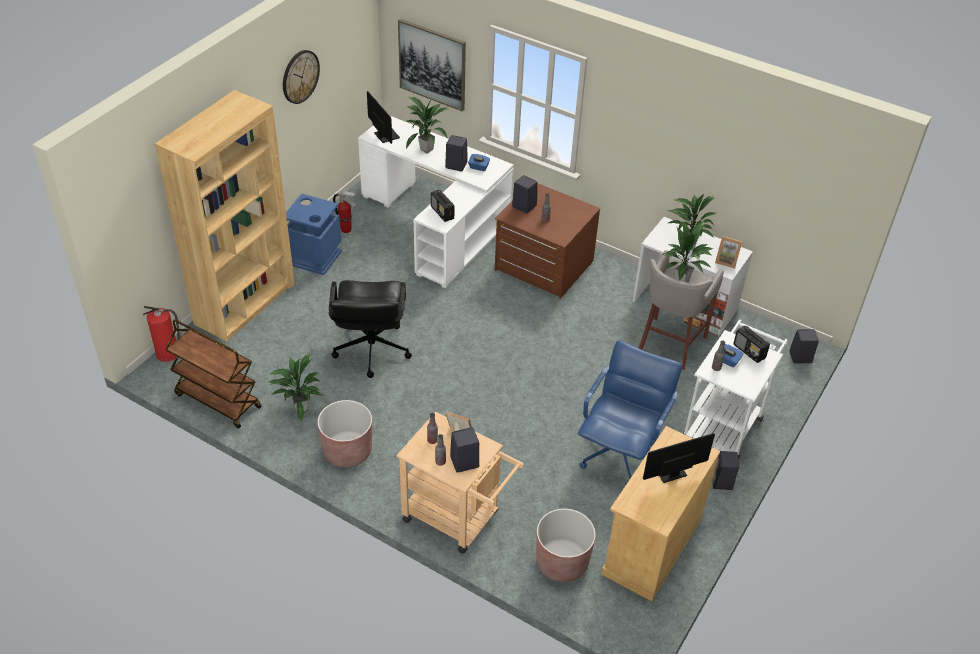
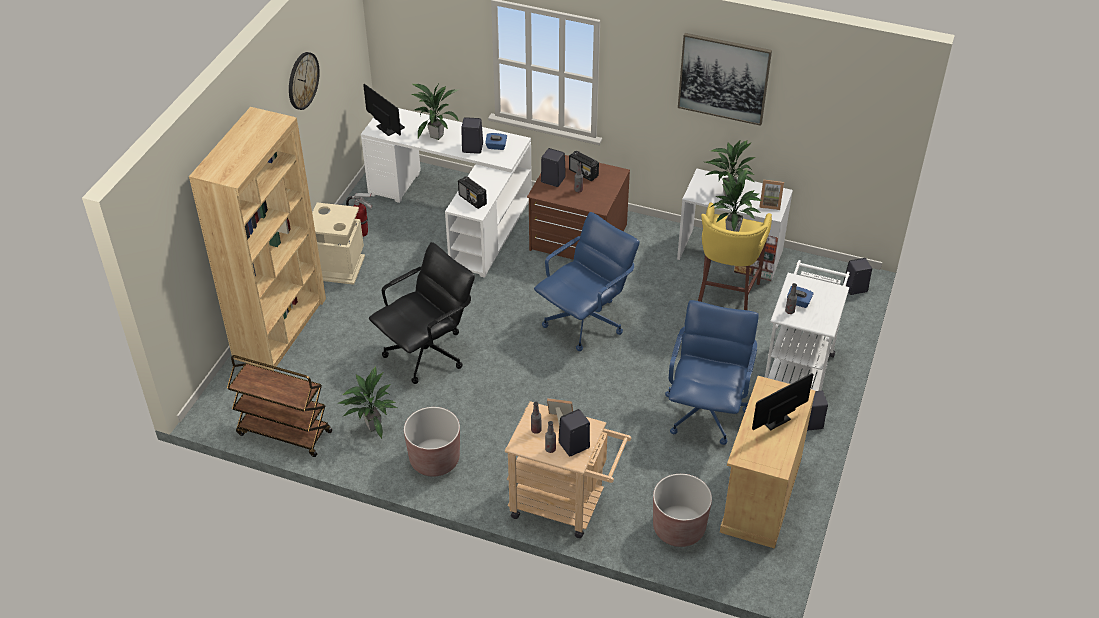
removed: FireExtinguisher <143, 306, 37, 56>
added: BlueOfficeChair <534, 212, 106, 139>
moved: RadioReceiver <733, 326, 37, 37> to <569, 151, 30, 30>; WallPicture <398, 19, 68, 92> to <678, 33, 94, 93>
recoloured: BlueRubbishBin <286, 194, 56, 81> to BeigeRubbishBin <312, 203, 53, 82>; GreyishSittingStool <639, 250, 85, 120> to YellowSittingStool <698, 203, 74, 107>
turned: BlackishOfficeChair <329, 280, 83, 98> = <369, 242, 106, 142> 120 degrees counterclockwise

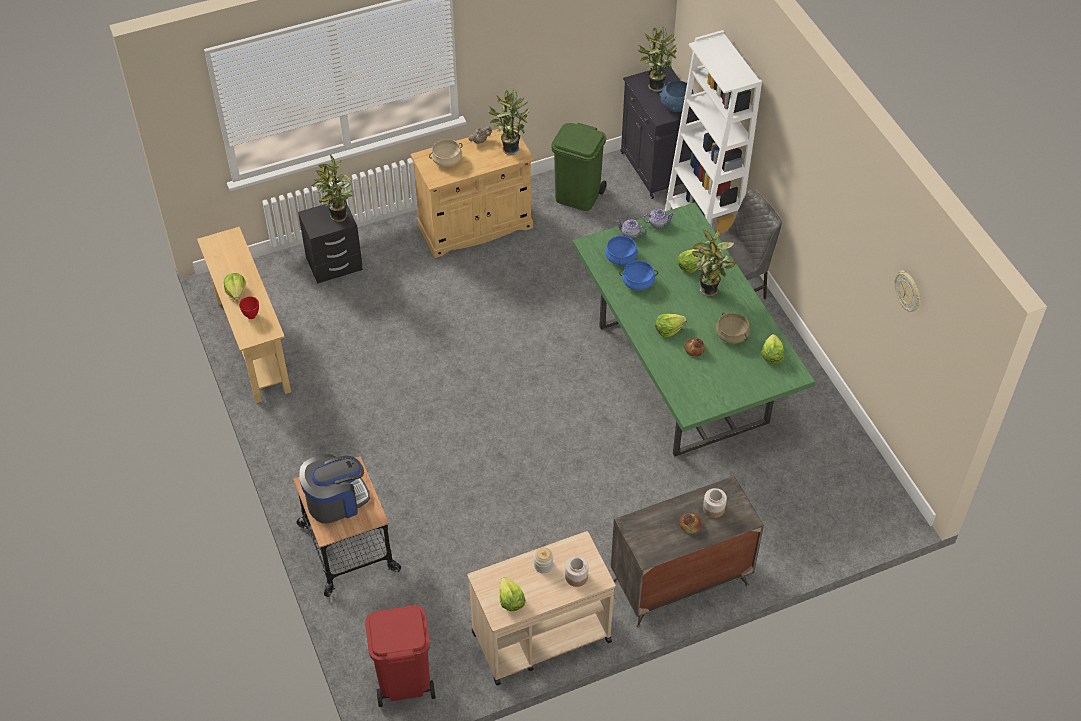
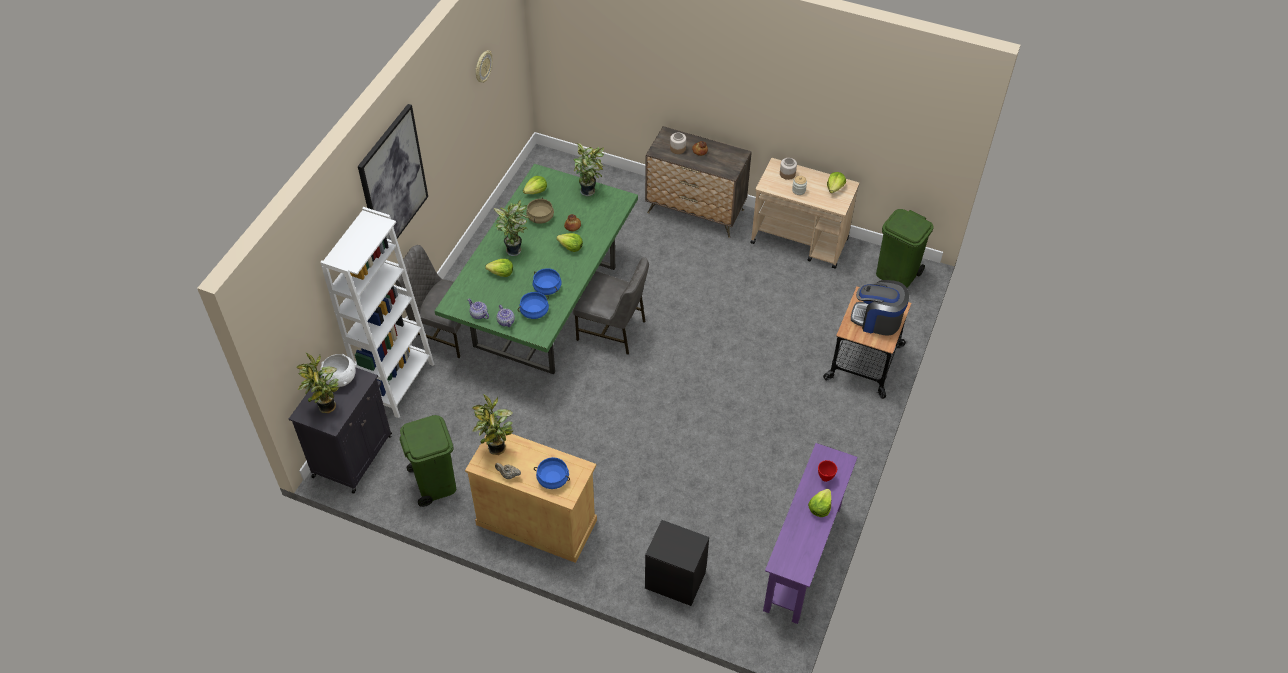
added: WallPicture <358, 104, 70, 136>; GreyishPlainChair <573, 257, 76, 98>
moved: PlantInAPot <311, 154, 41, 68> to <573, 143, 31, 53>
recoloured: BlueServingBowl <659, 80, 35, 32> to WhiteColouredServingBowl <320, 354, 36, 33>; BeigeSaucepot <429, 139, 34, 28> to BlueSaucepot <534, 457, 36, 32>; BeigeNarrowTable <197, 227, 94, 176> to PurpleNarrowTable <763, 443, 94, 181>; RedRubbishBin <365, 605, 71, 102> to GreenColouredRubbishBin <876, 209, 58, 79>

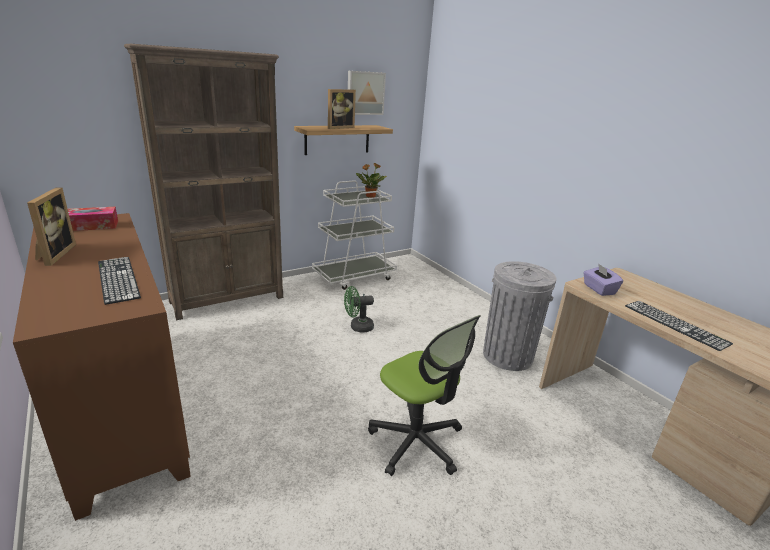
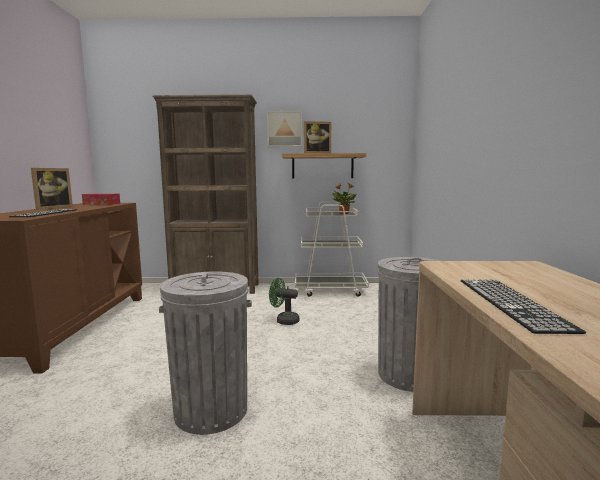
removed: PurpleTissueBox <583, 263, 40, 33>
moved: WallPicture <348, 71, 38, 44> to <267, 111, 35, 36>
replaced: OfficeChair <368, 315, 113, 161> to GreyishRubbishBin <159, 271, 93, 164>

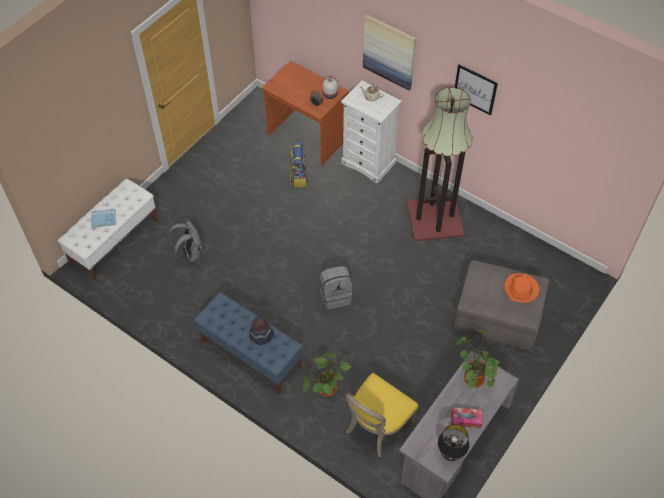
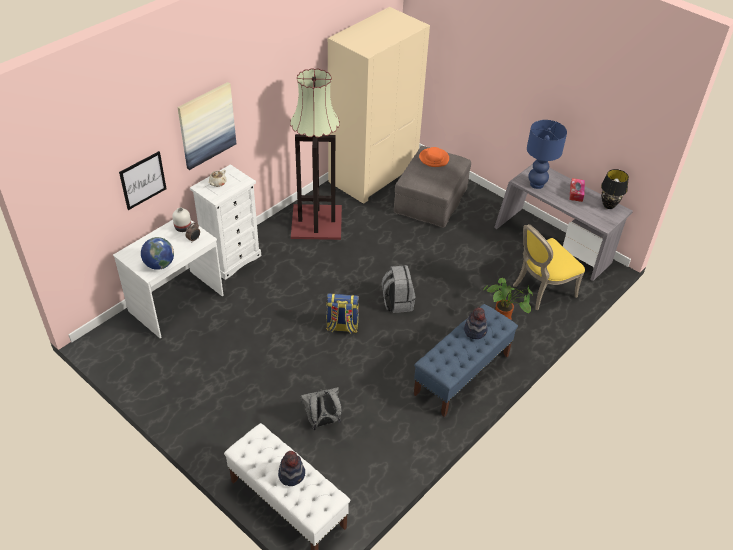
added: Globe <141, 237, 33, 33>; BeigeClothesCupboard <328, 7, 102, 197>
moved: WallPicture <455, 64, 43, 51> to <119, 151, 47, 59>; Rucksack <289, 142, 19, 45> to <326, 293, 33, 41>
replaced: BlueBoundBook <91, 209, 25, 19> to Hat <278, 451, 27, 35>; PlantInAPot <456, 329, 43, 60> to BlueTabletopLamp <527, 120, 40, 69>
recoloured: BrownishDeskUnit <261, 61, 88, 105> to WhiteColouredDeskUnit <113, 220, 111, 118>
turned: YellowPlainChair <345, 373, 73, 84> = <513, 224, 72, 86> 105 degrees clockwise

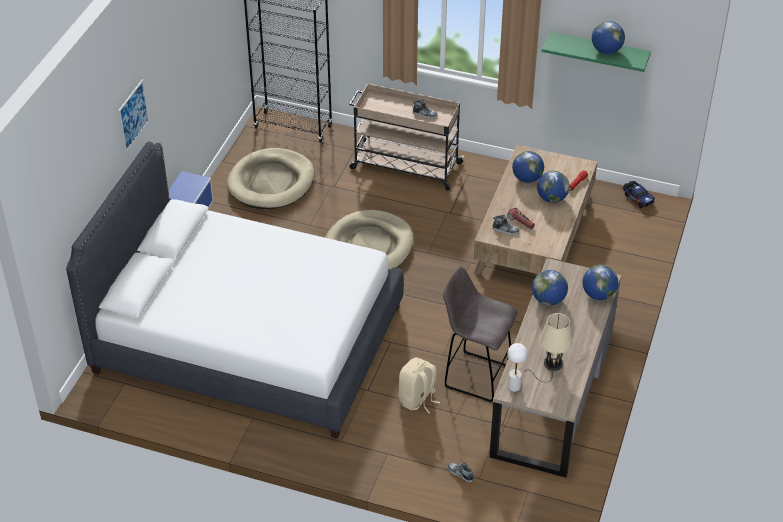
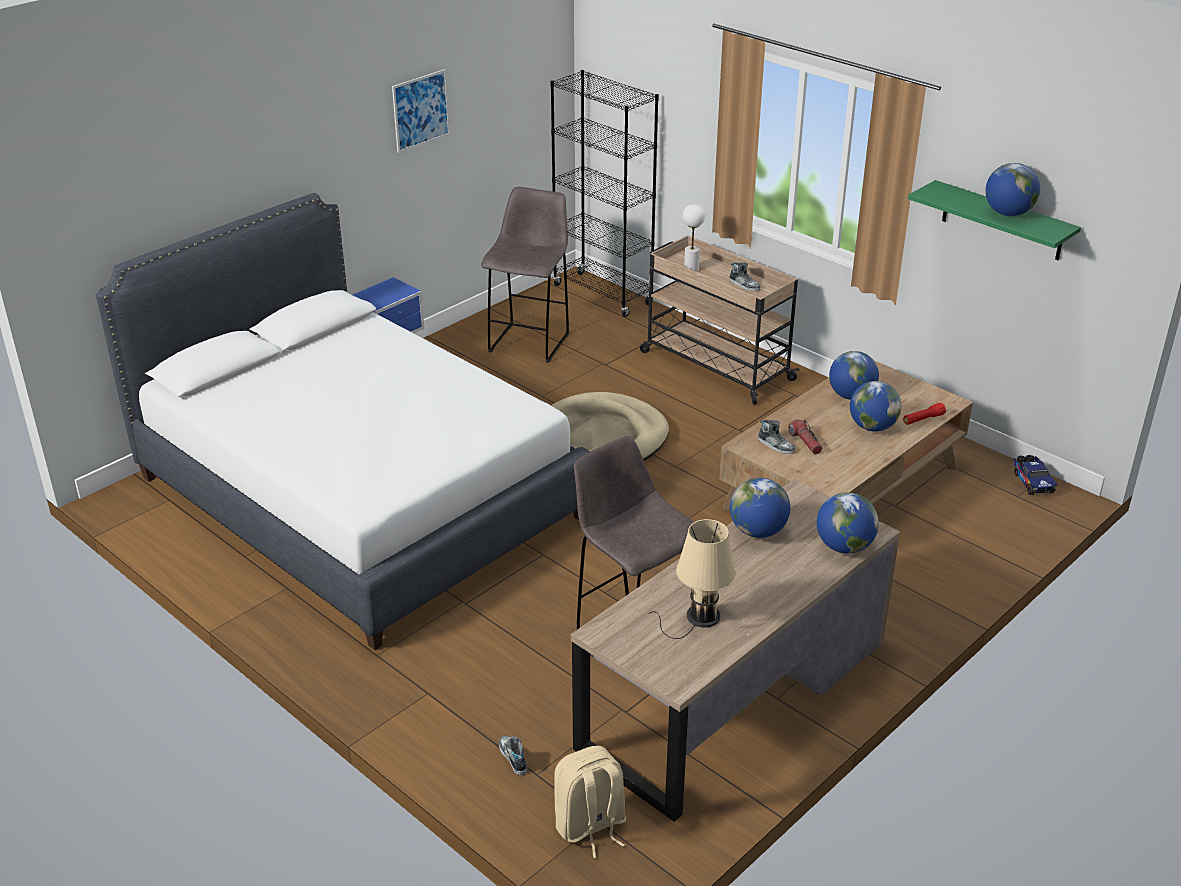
moved: WallPicture <118, 79, 31, 73> to <392, 69, 58, 84>; BeigeRucksack <399, 357, 41, 56> to <554, 746, 72, 112>; WhiteColouredTabletopLamp <508, 343, 19, 49> to <682, 204, 23, 68>
replaced: BeigePetBed <227, 148, 87, 61> to GreyishSittingStool <481, 187, 88, 176>

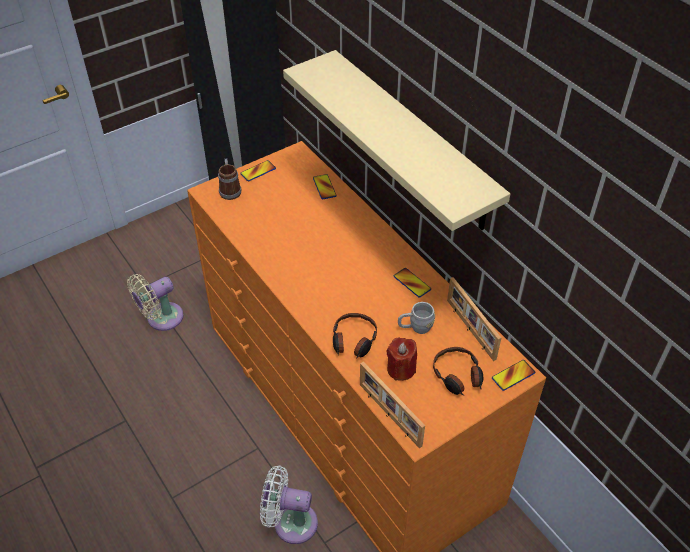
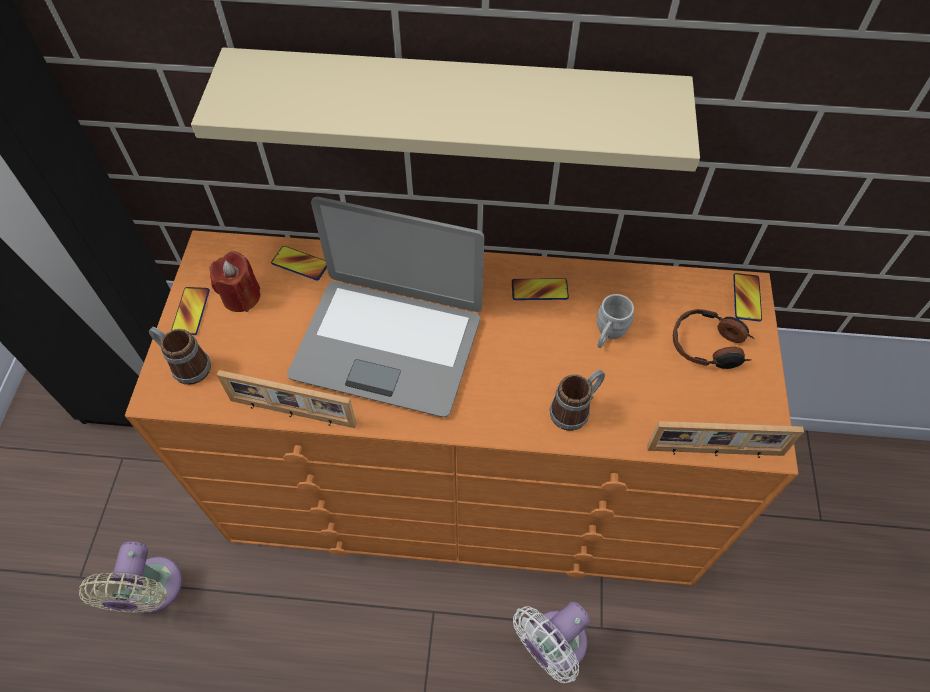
added: NotebookComputer <287, 197, 197, 220>
moved: RedWaxLight <386, 337, 31, 44> to <209, 251, 51, 61>; PictureFrame <447, 277, 54, 84> to <217, 370, 140, 58>
replaced: Headphones <333, 313, 44, 46> to Mug <549, 370, 56, 61>

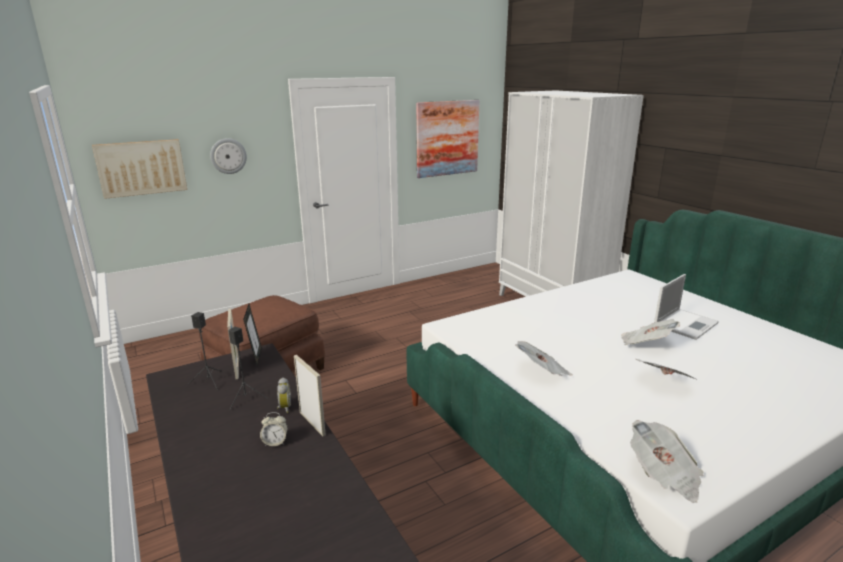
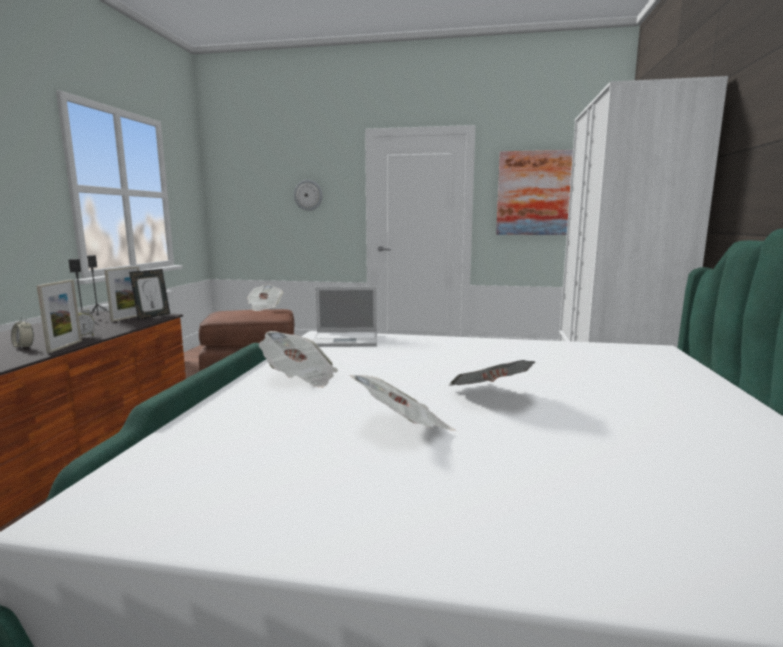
removed: WallPicture <92, 139, 95, 60>
moved: DailyPaper <630, 420, 74, 83> to <247, 284, 36, 27>; NotebookComputer <654, 274, 65, 66> to <313, 286, 64, 61>

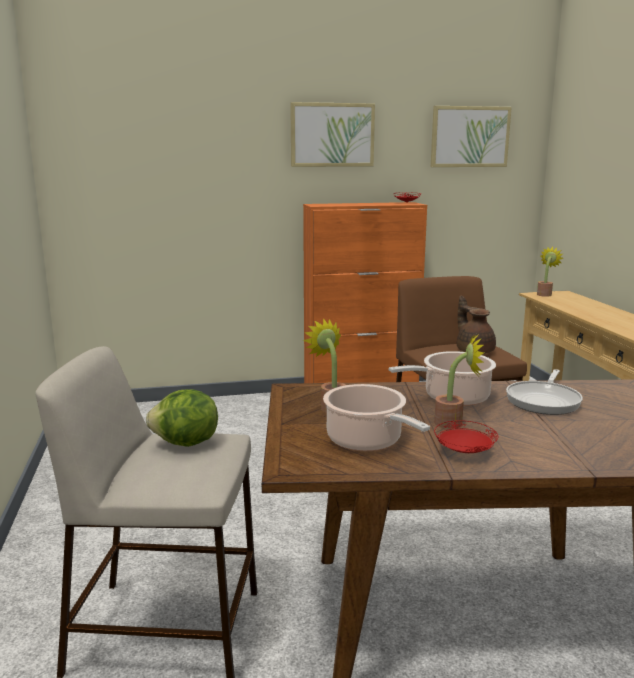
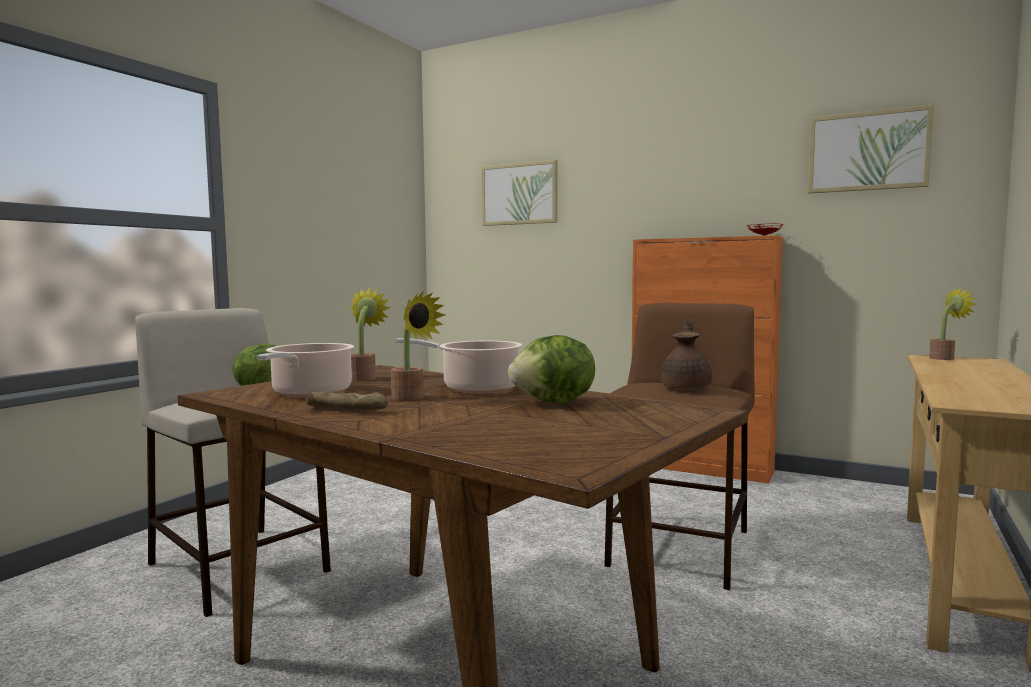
moved: WallPicture <290, 102, 85, 65> to <482, 160, 76, 66>
replaced: RedFlatDish <434, 420, 64, 33> to BakedBread <306, 391, 82, 19>; Skillet <506, 369, 77, 46> to Lettuce <508, 335, 87, 68>

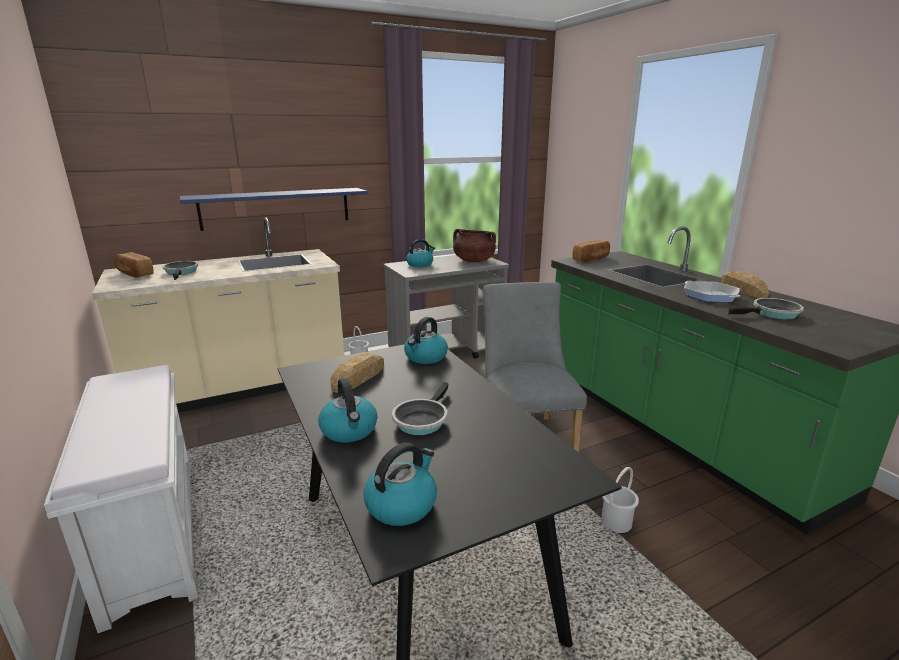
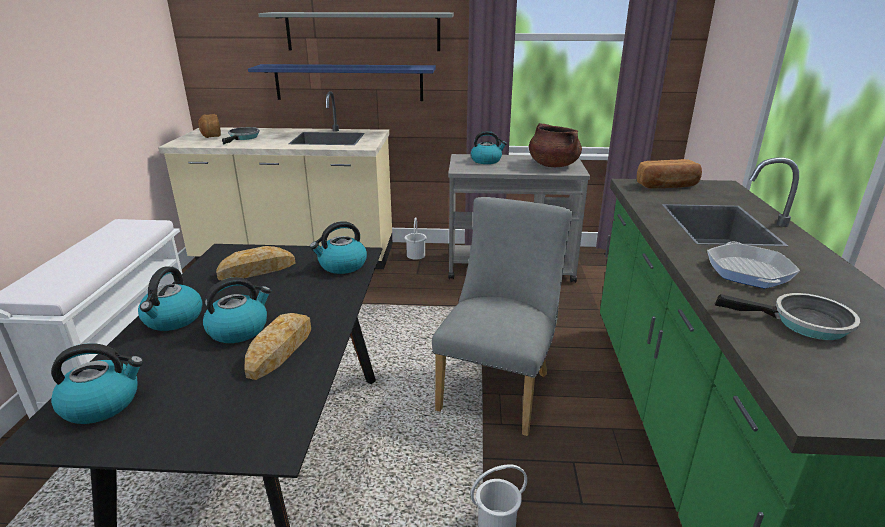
added: GreyishShelf <258, 12, 196, 39>
moved: BakedBread <721, 271, 48, 27> to <244, 313, 67, 67>
replaced: Skillet <392, 382, 57, 53> to TeaKettle <203, 277, 68, 66>

